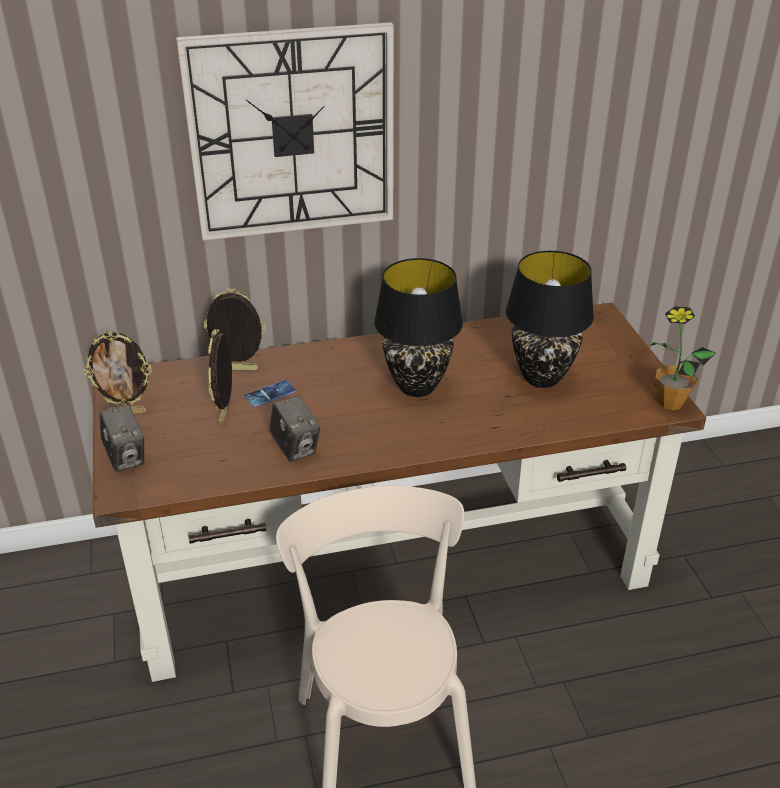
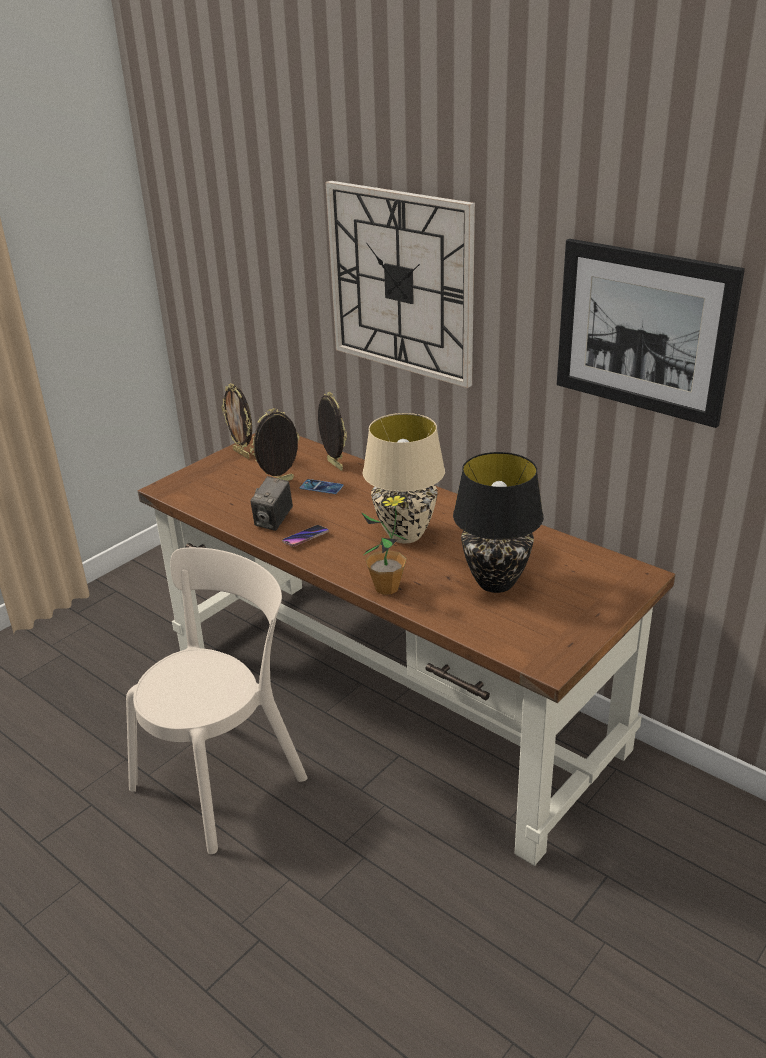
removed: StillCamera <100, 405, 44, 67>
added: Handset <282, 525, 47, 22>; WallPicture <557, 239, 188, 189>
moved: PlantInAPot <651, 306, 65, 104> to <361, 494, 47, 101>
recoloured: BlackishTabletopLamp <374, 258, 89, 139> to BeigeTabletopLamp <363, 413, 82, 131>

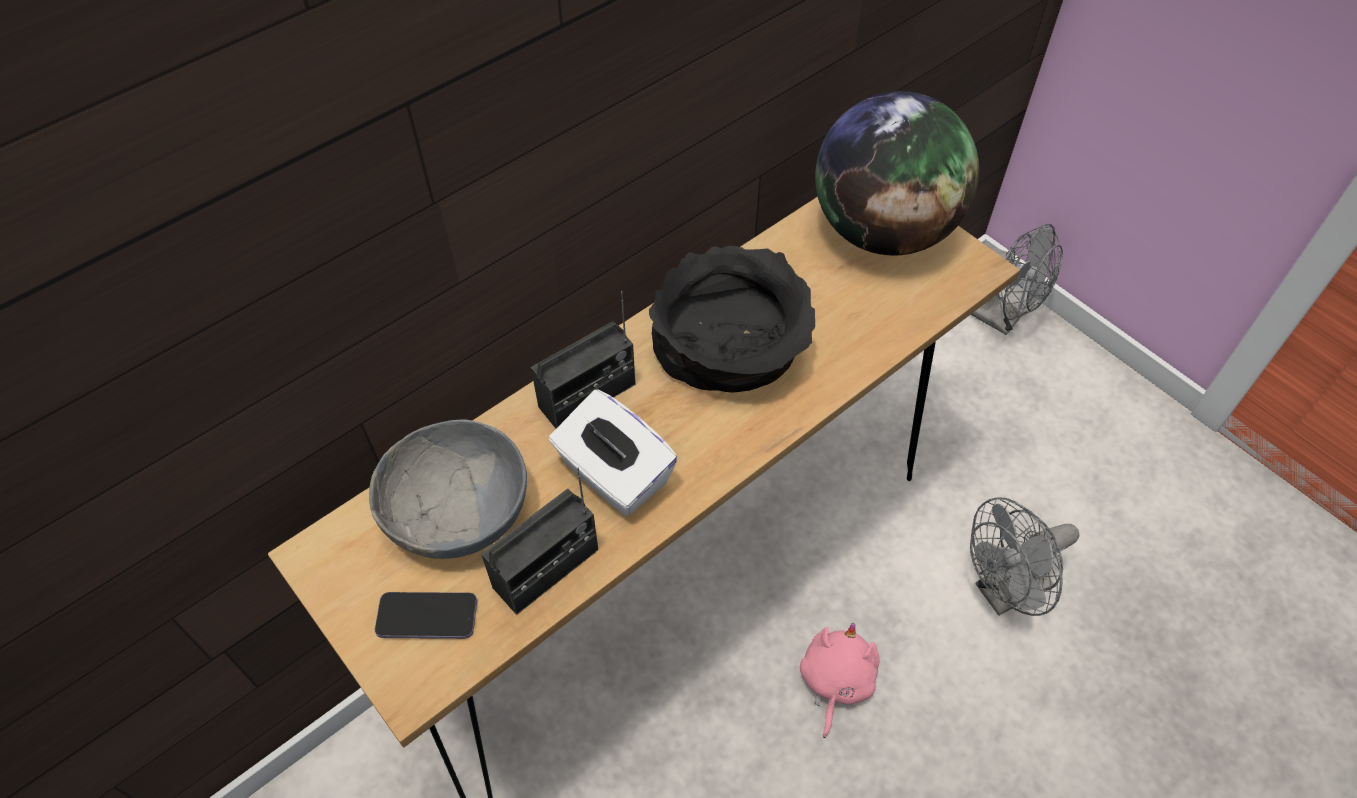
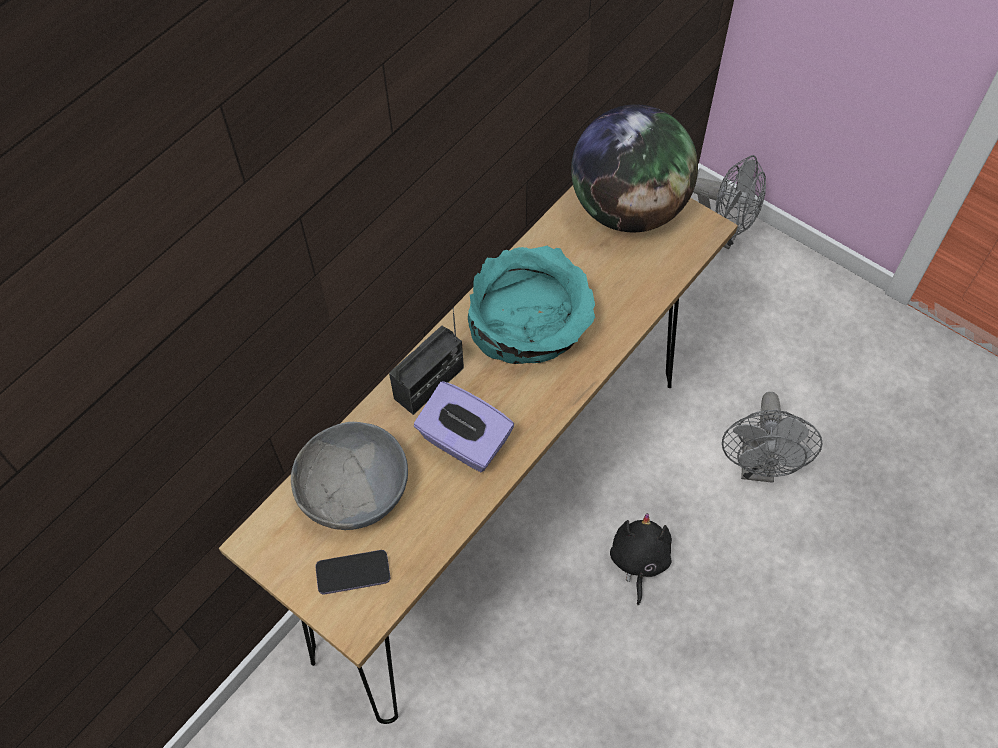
removed: RadioReceiver <481, 468, 117, 147>
recoloured: WhiteColouredTissueBox <549, 389, 129, 127> to PurpleTissueBox <414, 381, 100, 91>; BlackishServingBowl <649, 246, 166, 147> to BlueGreenServingBowl <468, 246, 127, 118>; PinkishCuddlyToy <800, 623, 80, 115> to BlackishCuddlyToy <610, 513, 62, 93>
turned: GreyishElectricFan <970, 497, 109, 119> = <722, 392, 101, 91> 45 degrees counterclockwise

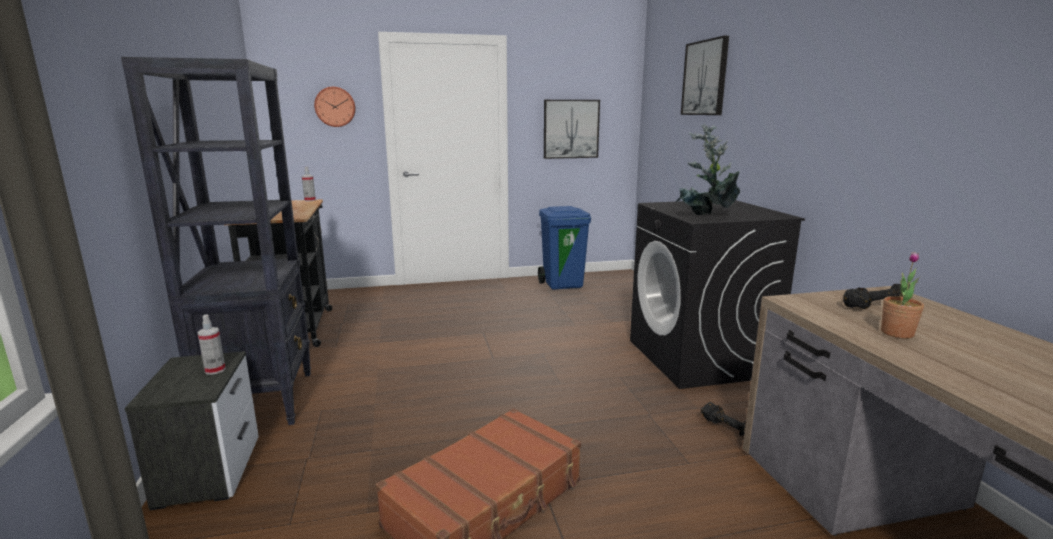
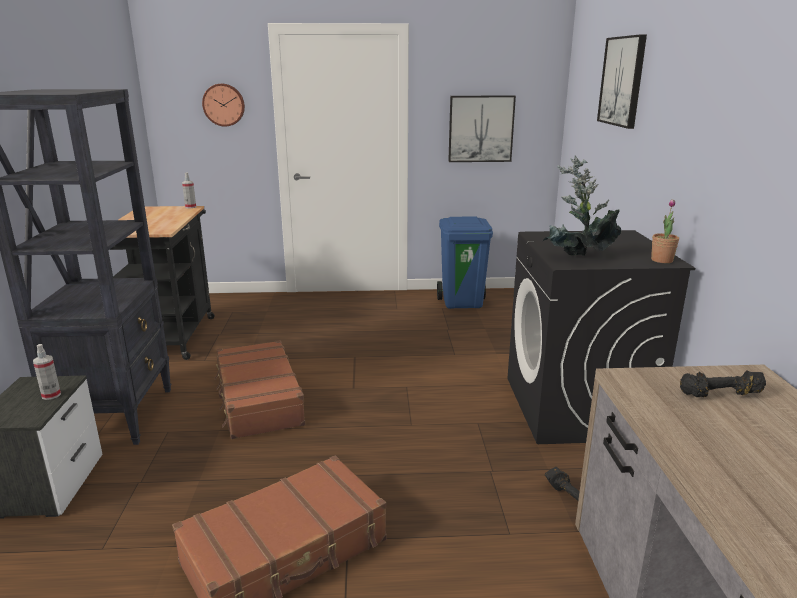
added: BrownishPieceOfLuggage <215, 340, 90, 99>
moved: PlantInAPot <881, 252, 43, 87> to <651, 199, 28, 64>

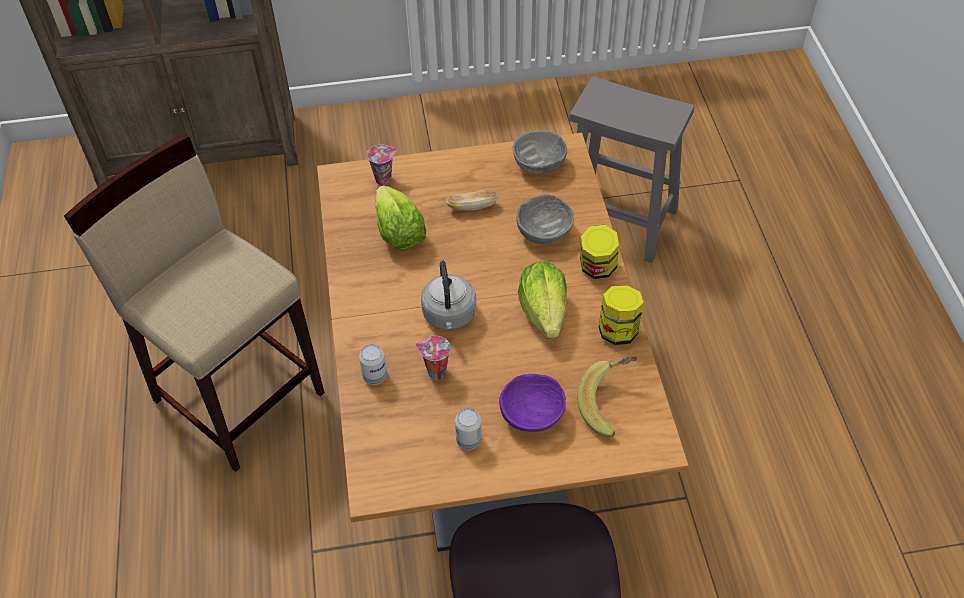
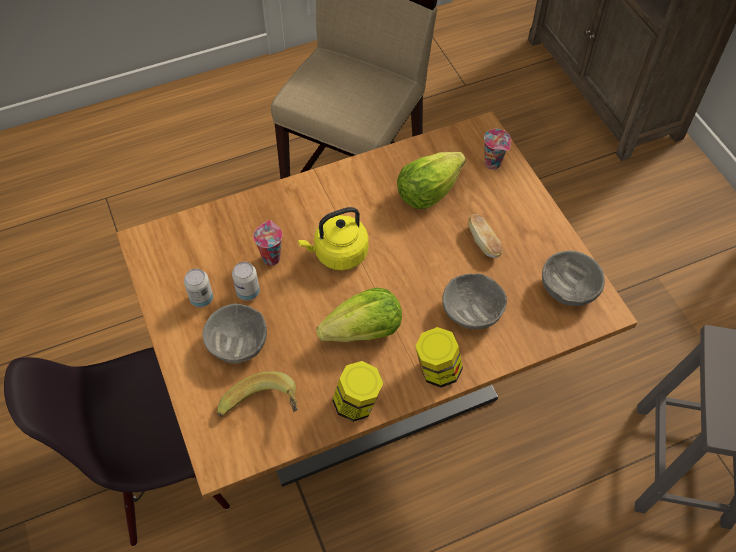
moved: Can <359, 344, 28, 41> to <232, 262, 28, 39>
recoloured: PurpleServingBowl <499, 374, 67, 58> to GreyishServingBowl <203, 303, 64, 61>; GreyishTeaKettle <421, 261, 55, 69> to YellowTeaKettle <298, 207, 70, 63>

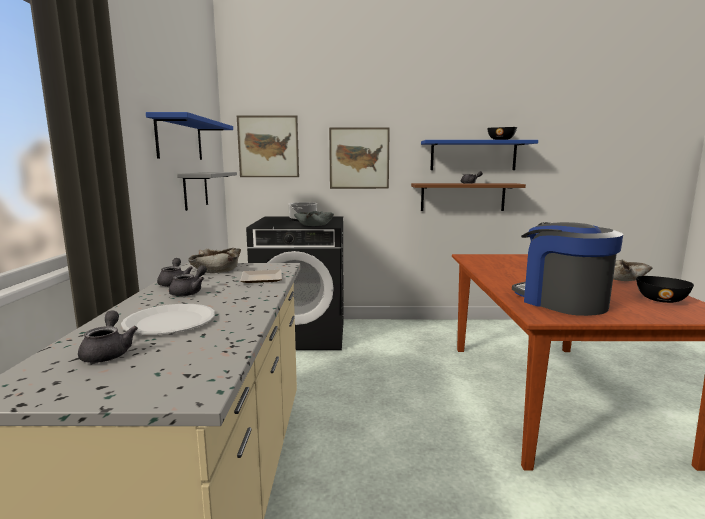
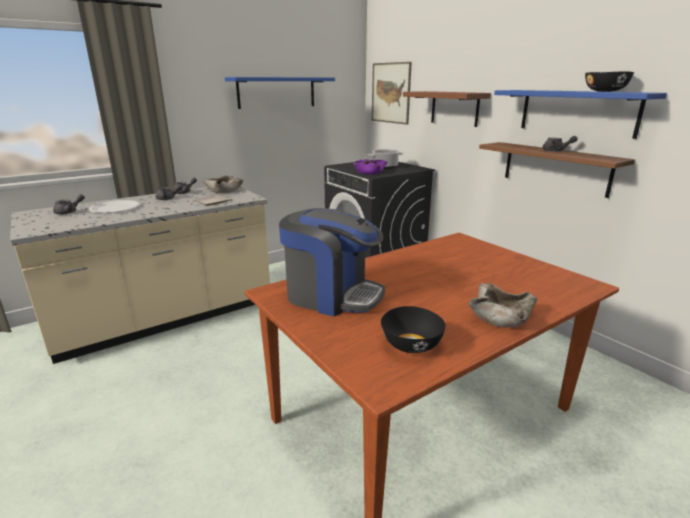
removed: GreyishShelf <177, 172, 60, 39>
replaced: WallPicture <329, 127, 61, 62> to BrownishShelf <403, 91, 88, 36>
recoloured: GreyishServingBowl <294, 211, 40, 15> to PurpleServingBowl <353, 159, 35, 15>
turned: CoffeeMachine <512, 222, 111, 94> = <279, 208, 106, 108> 90 degrees clockwise

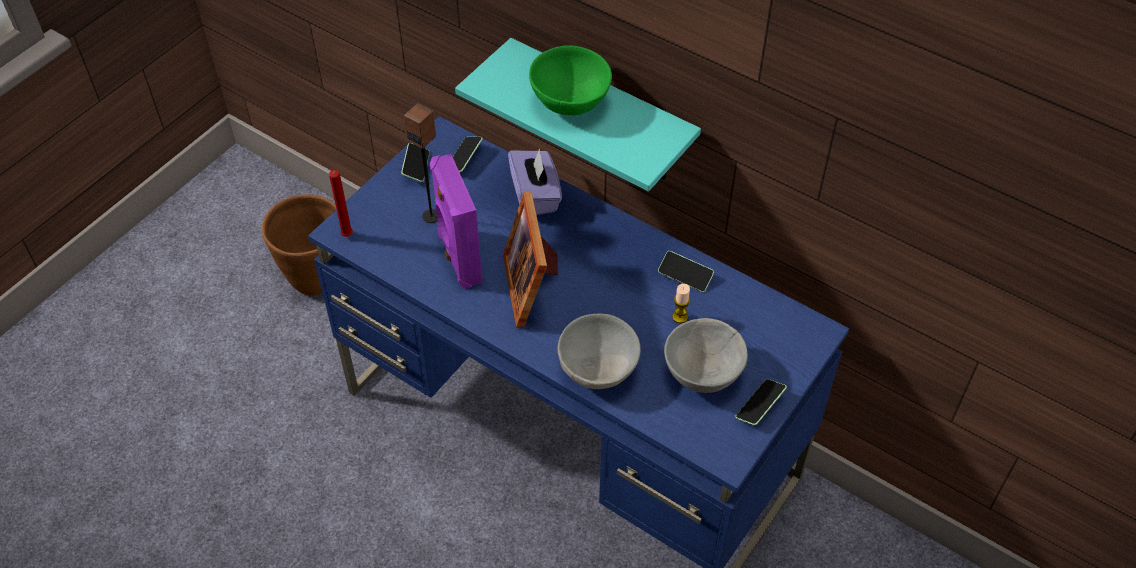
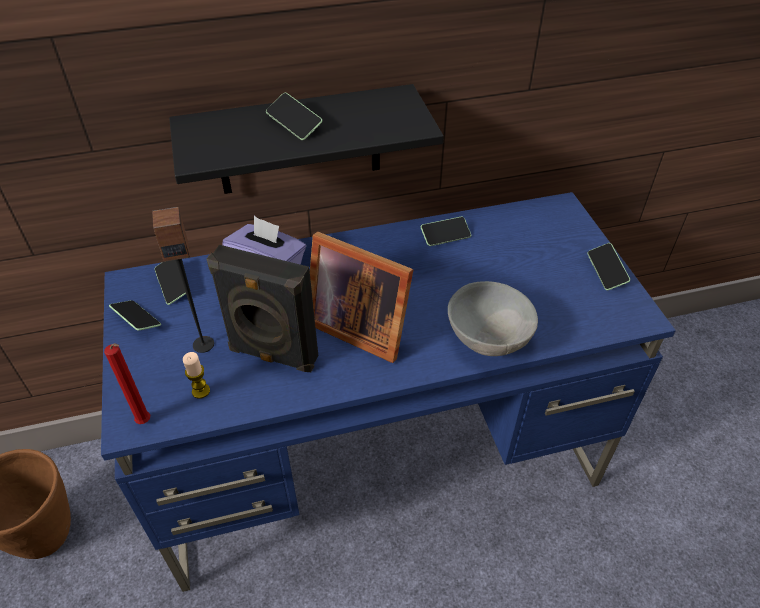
removed: GreyishServingBowl <664, 318, 84, 75>
moved: WaxLight <672, 284, 18, 39> to <183, 352, 27, 47>
replaced: GreenColouredServingBowl <529, 45, 83, 70> to Handset <266, 93, 56, 47>
recoloured: BlueGreenShelf <455, 38, 246, 154> to BlackishShelf <169, 84, 275, 110>; PurpleLoudspeaker <430, 154, 53, 135> to BlackishLoudspeaker <206, 245, 112, 127>

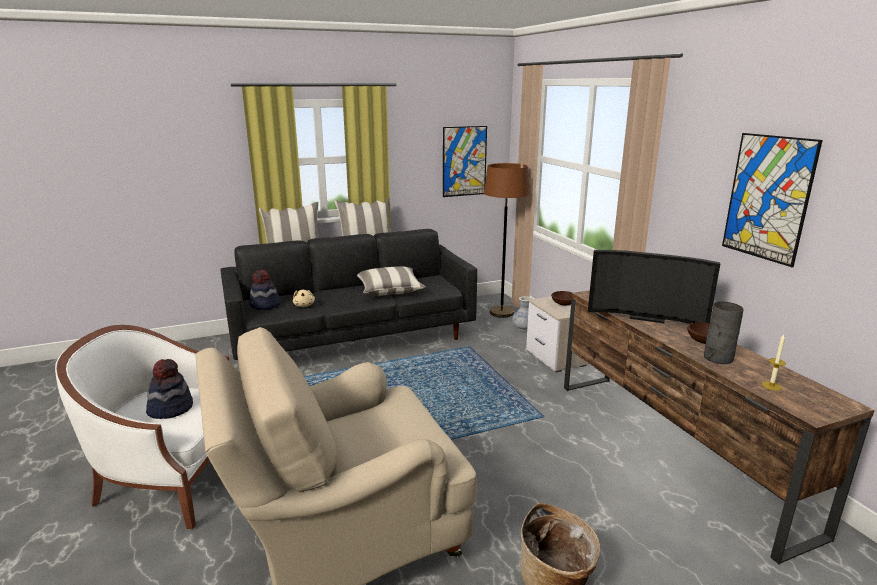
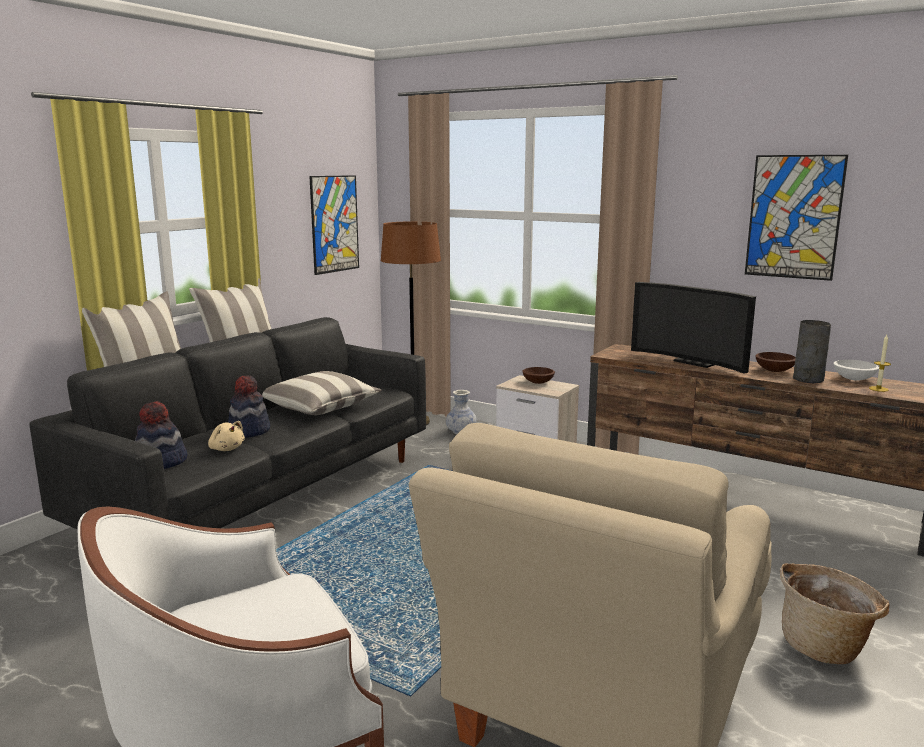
added: WhiteColouredServingBowl <834, 360, 45, 21>
moved: Hat <146, 359, 47, 60> to <228, 375, 42, 63>
turned: Tv <588, 250, 132, 74> = <631, 282, 125, 92> 60 degrees clockwise

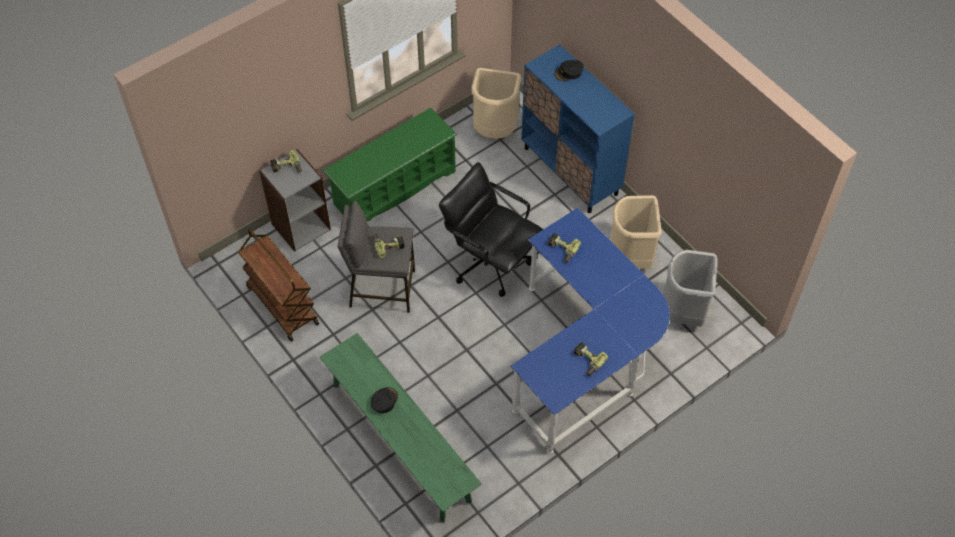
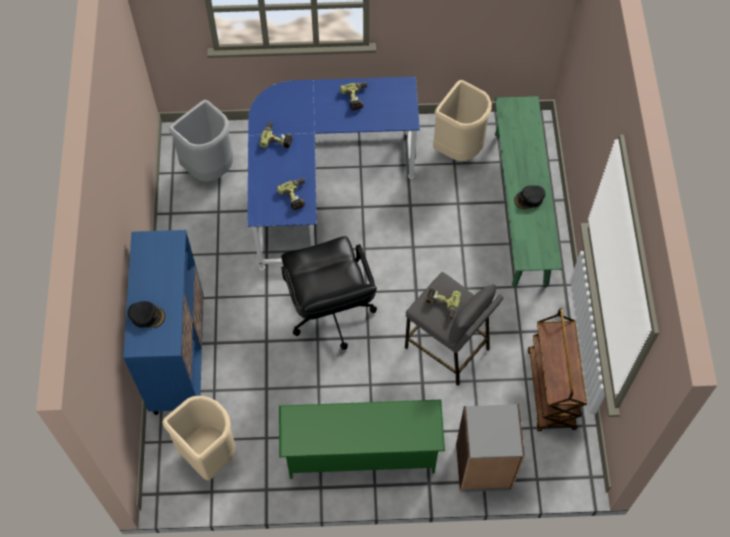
moved: ElectricDrill <270, 150, 32, 23> to <259, 122, 34, 26>; BeigeRubbishBin <610, 195, 52, 74> to <433, 80, 59, 81>

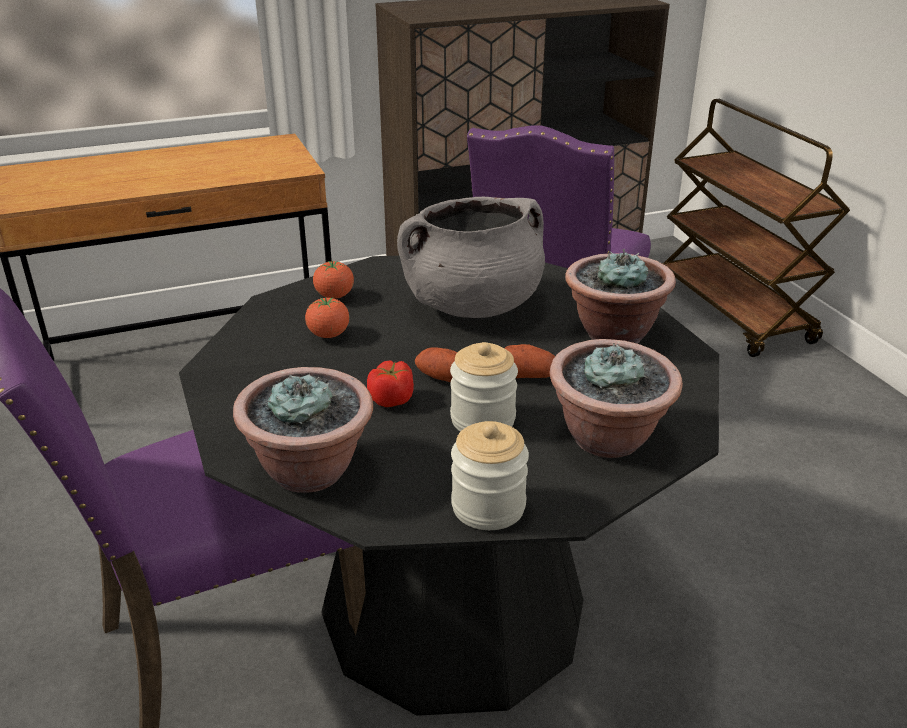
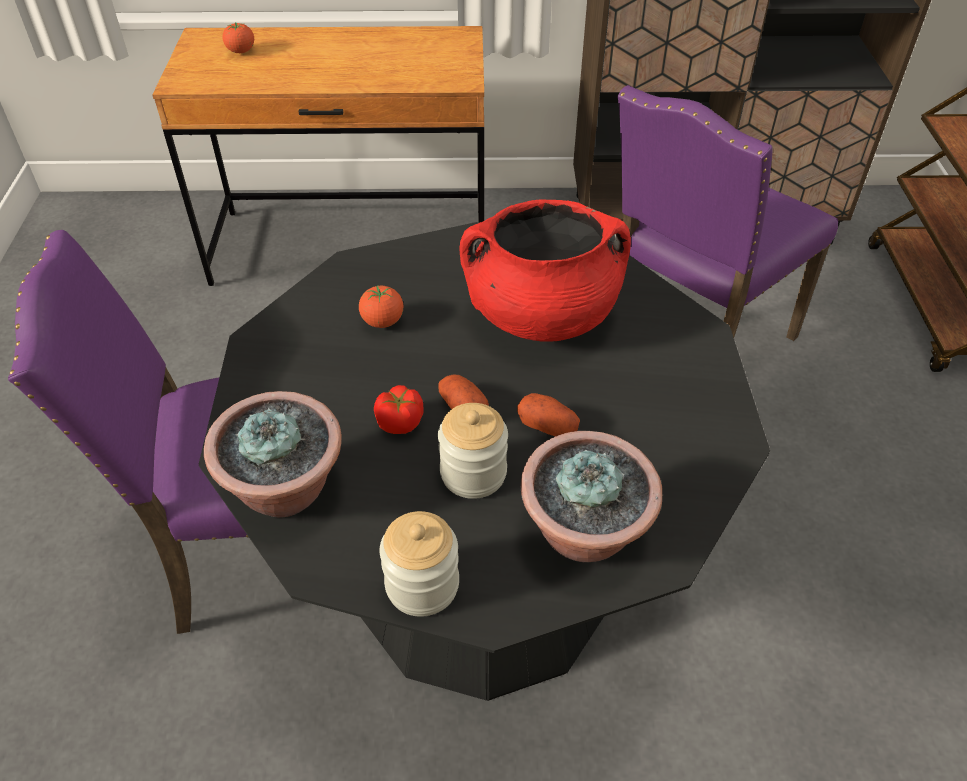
removed: PlantInAPot <565, 249, 111, 94>
moved: WholeTomato <313, 261, 41, 38> to <222, 22, 32, 31>
recoloured: GreyishSaucepot <397, 197, 148, 121> to RedSaucepot <460, 199, 171, 143>

